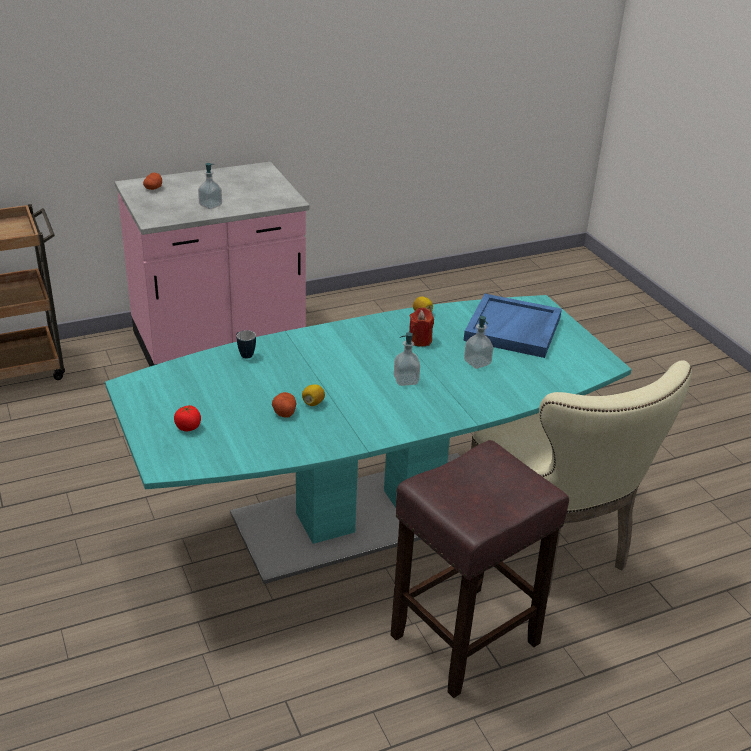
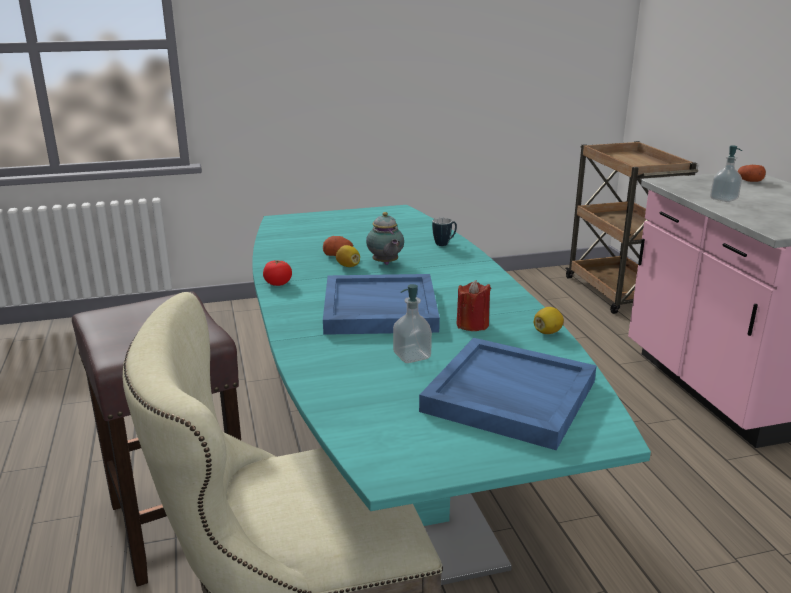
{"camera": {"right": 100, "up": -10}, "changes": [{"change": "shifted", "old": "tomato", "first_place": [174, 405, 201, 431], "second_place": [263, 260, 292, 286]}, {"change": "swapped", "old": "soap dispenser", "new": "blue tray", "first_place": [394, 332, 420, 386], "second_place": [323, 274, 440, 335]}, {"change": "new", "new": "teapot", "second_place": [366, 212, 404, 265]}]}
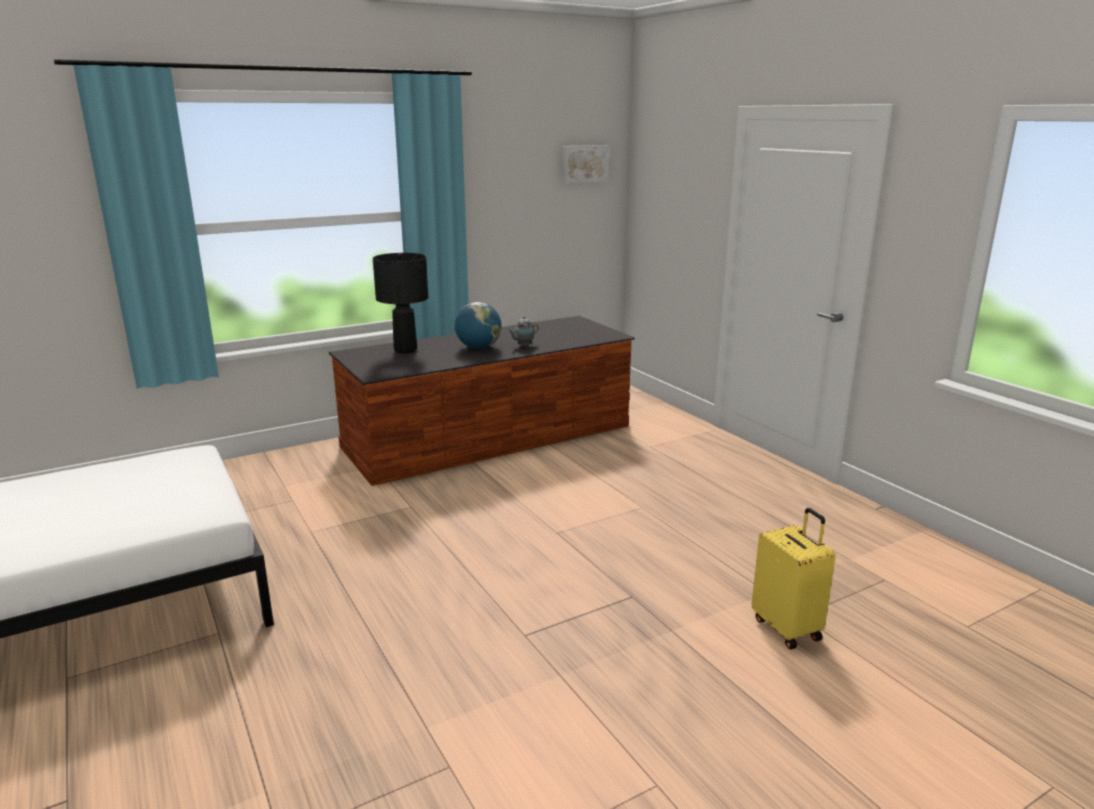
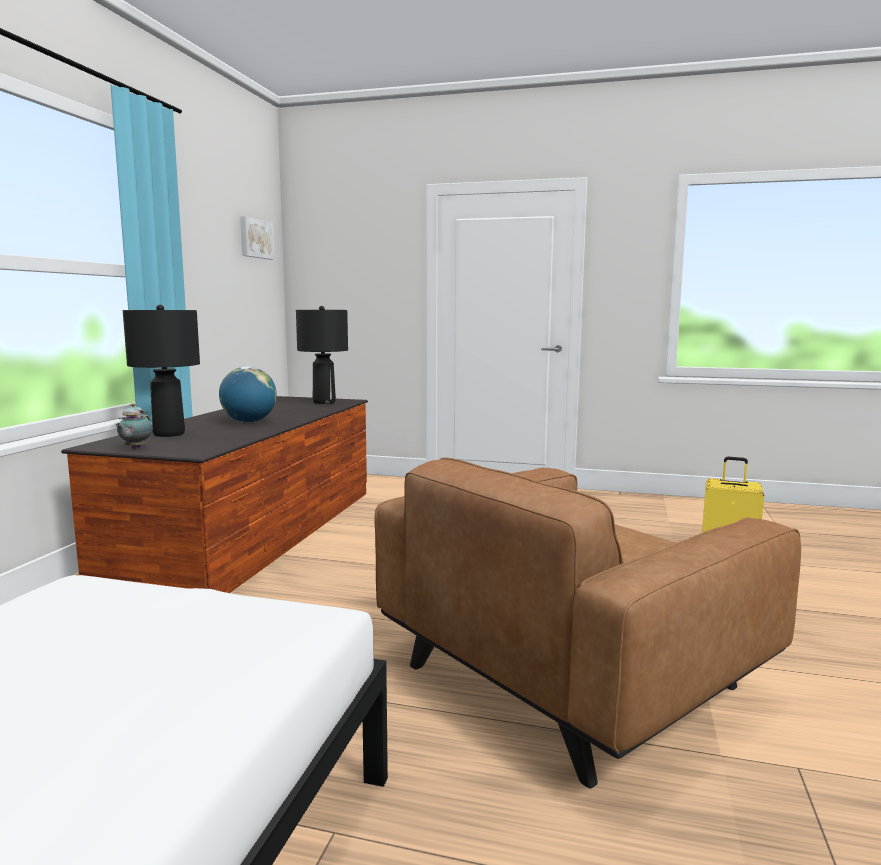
{"camera": {"right": -45, "up": -10}, "changes": [{"change": "shifted", "old": "teapot", "first_place": [508, 316, 539, 347], "second_place": [115, 403, 152, 449]}, {"change": "new", "new": "black table lamp", "second_place": [296, 306, 348, 404]}, {"change": "new", "new": "brown armchair", "second_place": [375, 457, 801, 788]}]}
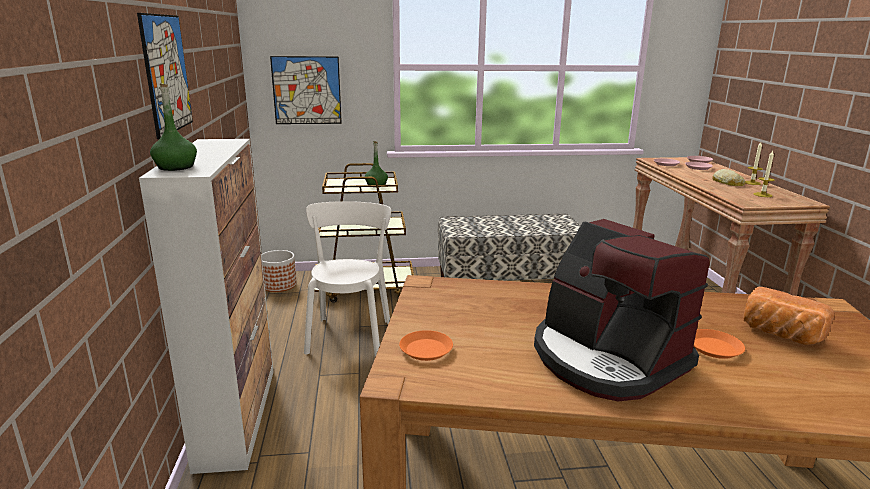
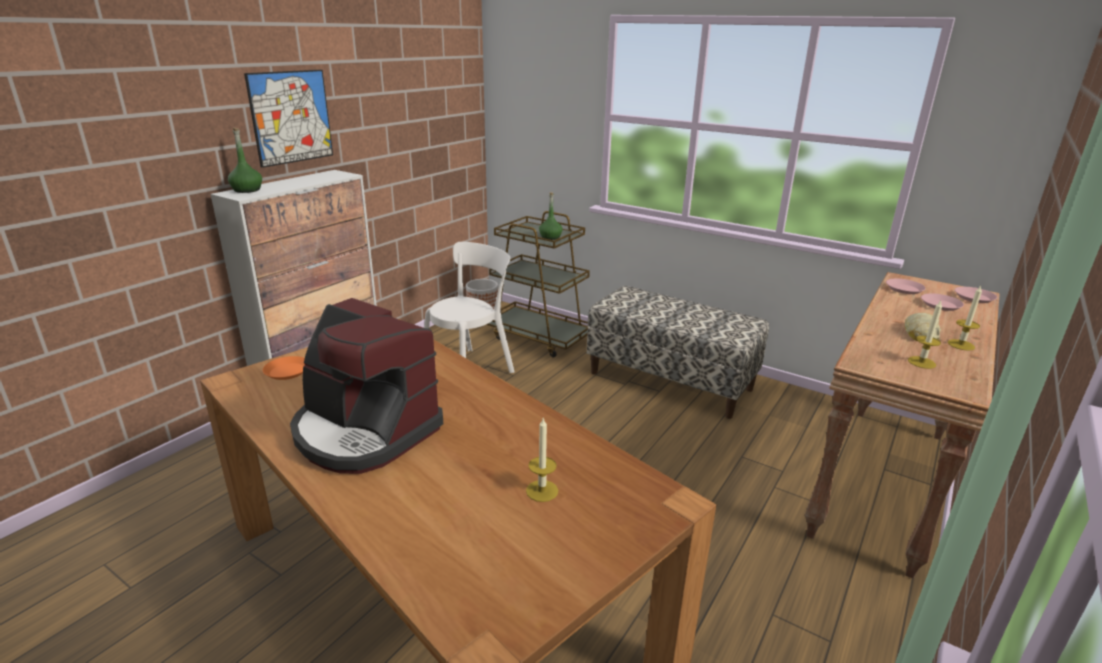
{"camera": {"right": 40, "up": 5}, "changes": [{"change": "rotated", "old": "coffee machine", "first_place": [534, 219, 710, 401], "second_place": [290, 298, 443, 474], "degrees": -60}, {"change": "swapped", "old": "bread", "new": "candle", "first_place": [743, 287, 834, 345], "second_place": [526, 417, 558, 502]}, {"change": "gone", "old": "picture", "first_place": [270, 56, 342, 124]}, {"change": "gone", "old": "orange plate", "first_place": [693, 329, 745, 359]}]}
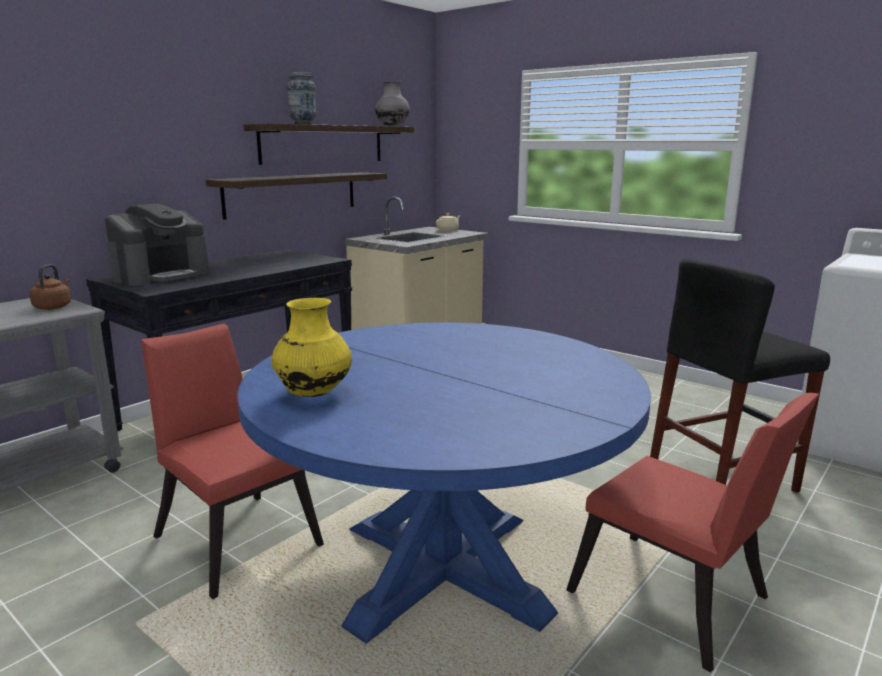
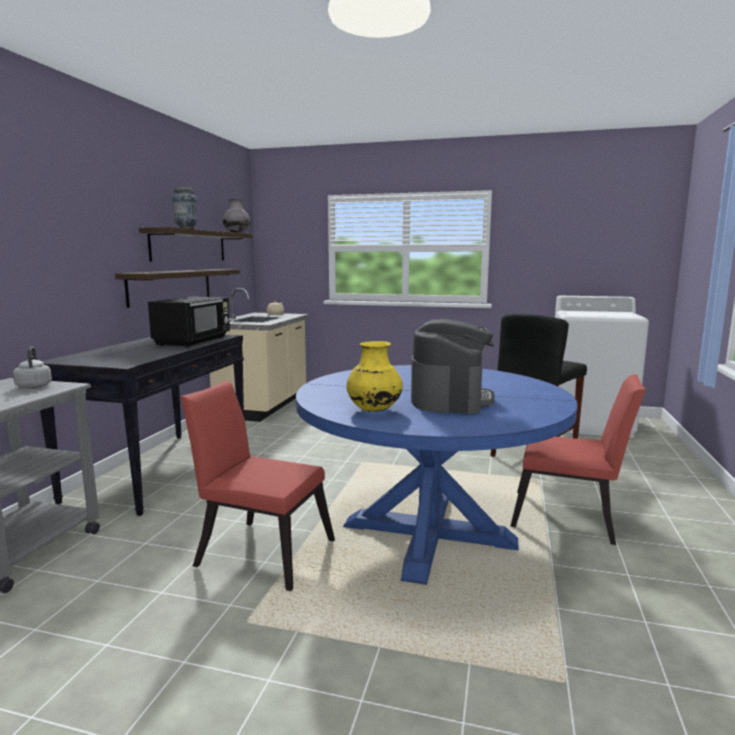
{"camera": {"right": -25, "up": -5}, "changes": [{"change": "repainted", "old": "brown kettle", "new": "grey kettle", "first_place": [29, 264, 71, 310], "second_place": [13, 347, 52, 388]}, {"change": "new", "new": "black microwave", "second_place": [148, 297, 230, 348]}, {"change": "shifted", "old": "coffee machine", "first_place": [105, 204, 209, 286], "second_place": [411, 319, 495, 414]}]}
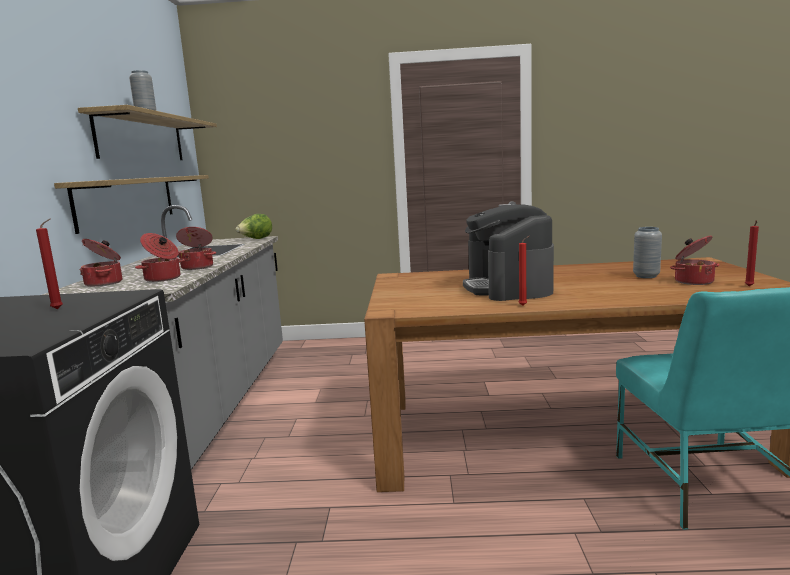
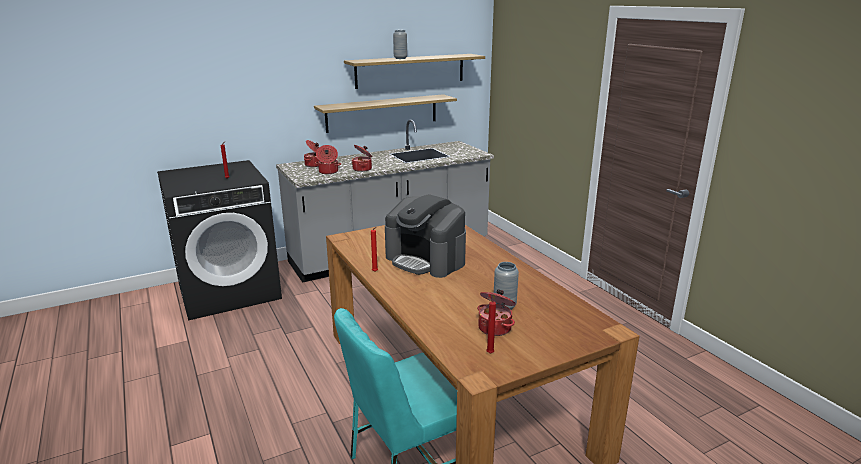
{"camera": {"right": 60, "up": 10}, "changes": [{"change": "rotated", "old": "coffee machine", "first_place": [463, 204, 554, 301], "second_place": [385, 194, 466, 278], "degrees": -105}, {"change": "gone", "old": "lettuce", "first_place": [235, 214, 272, 239]}]}
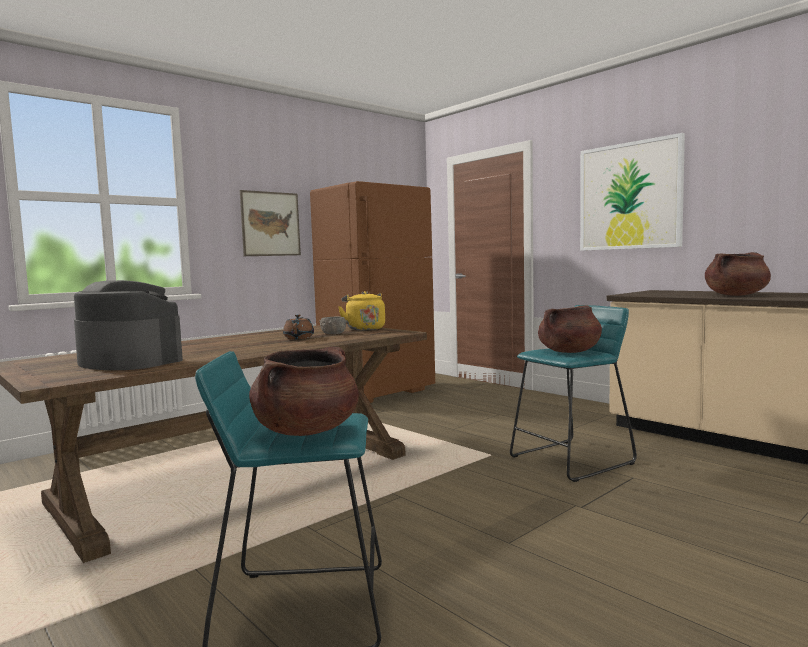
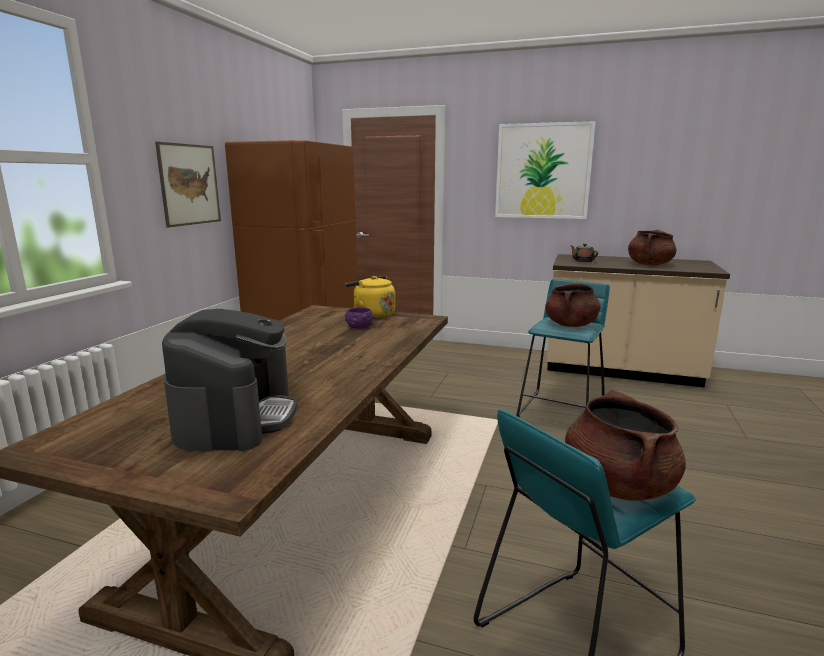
{"camera": {"right": -30, "up": 10}, "changes": [{"change": "rotated", "old": "coffee machine", "first_place": [74, 280, 183, 370], "second_place": [162, 309, 297, 451], "degrees": 90}, {"change": "repainted", "old": "grey bowl", "new": "purple bowl", "first_place": [319, 316, 347, 334], "second_place": [345, 307, 373, 329]}, {"change": "shifted", "old": "brown teapot", "first_place": [283, 314, 314, 339], "second_place": [570, 244, 598, 262]}]}
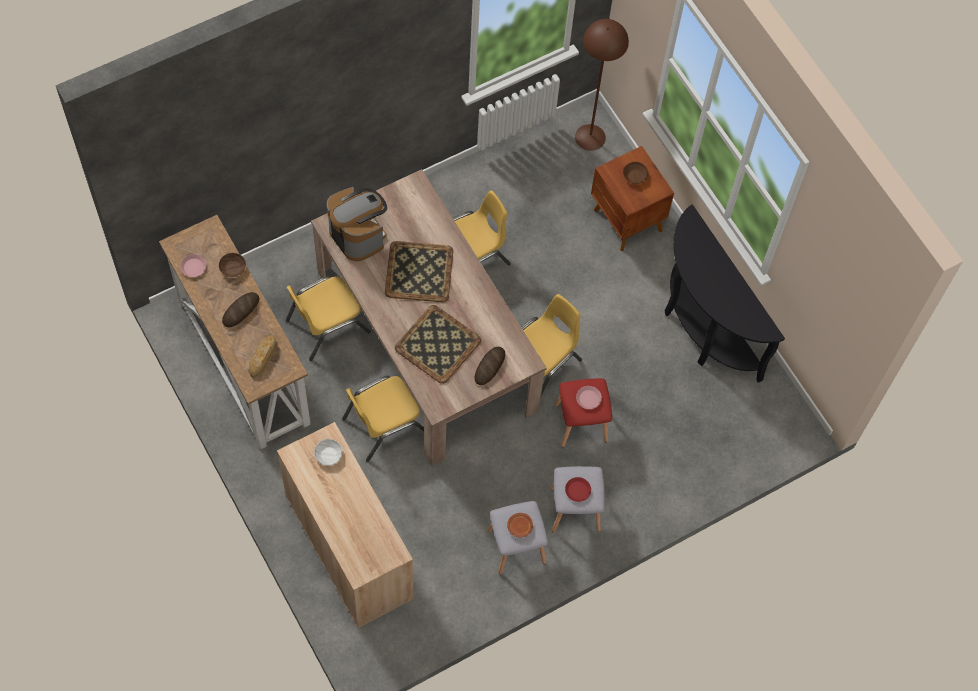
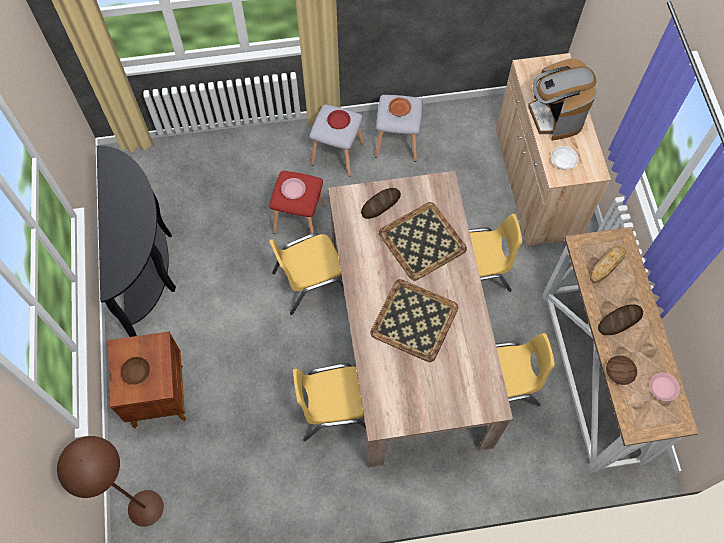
{"camera": {"right": -155, "up": 0}, "changes": [{"change": "shifted", "old": "coffee machine", "first_place": [327, 187, 387, 261], "second_place": [528, 58, 597, 140]}]}
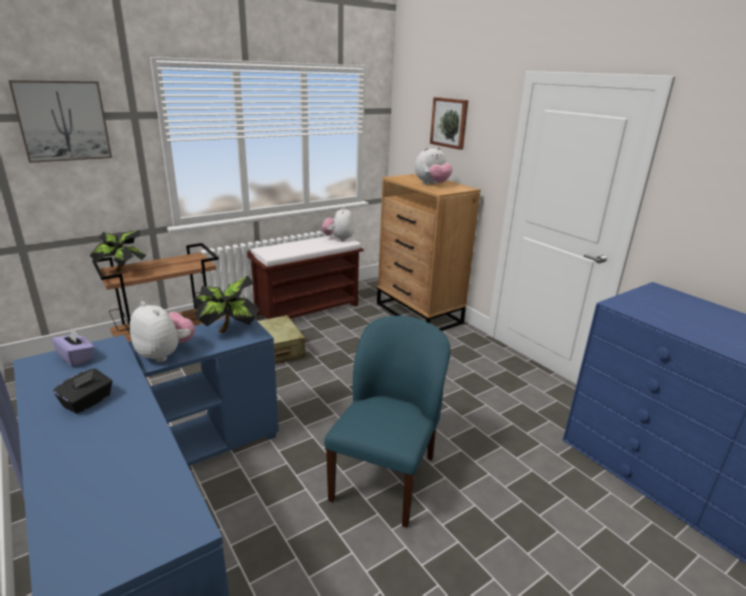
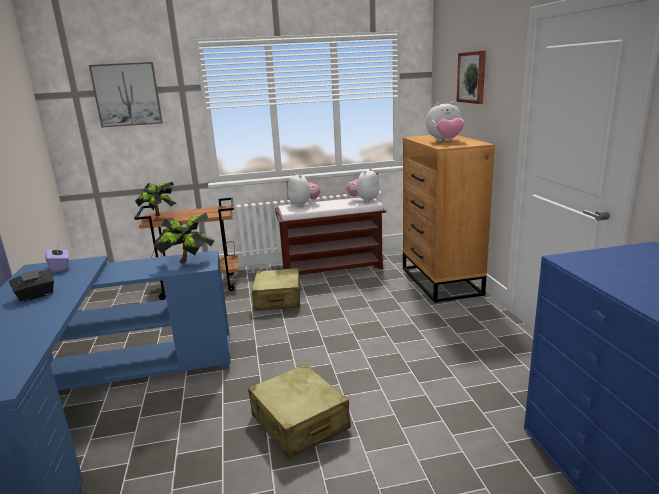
{"camera": {"right": 25, "up": -5}, "changes": [{"change": "swapped", "old": "blue chair", "new": "beige suitcase", "first_place": [324, 316, 451, 528], "second_place": [248, 364, 351, 459]}, {"change": "shifted", "old": "plush toy", "first_place": [130, 301, 195, 362], "second_place": [287, 173, 320, 207]}]}
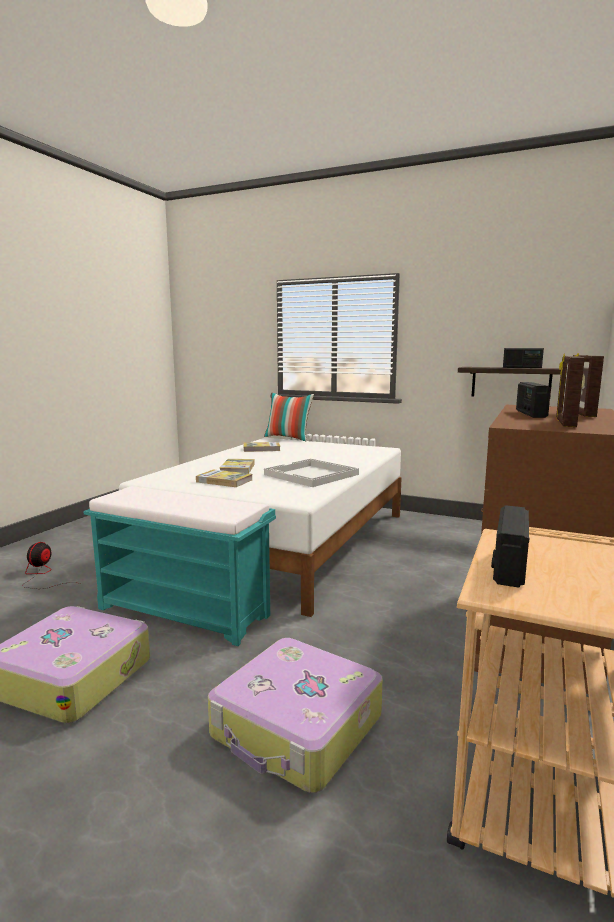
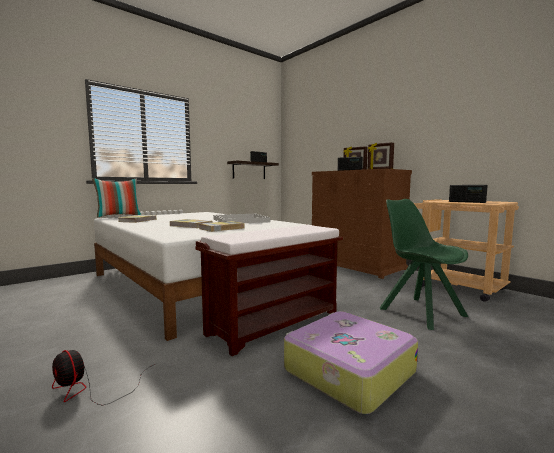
{"camera": {"right": -65, "up": -5}, "changes": [{"change": "repainted", "old": "turquoise bench", "new": "brown bench", "first_place": [83, 486, 276, 646], "second_place": [195, 225, 343, 356]}, {"change": "swapped", "old": "suitcase", "new": "green chair", "first_place": [208, 638, 383, 793], "second_place": [380, 199, 468, 330]}]}
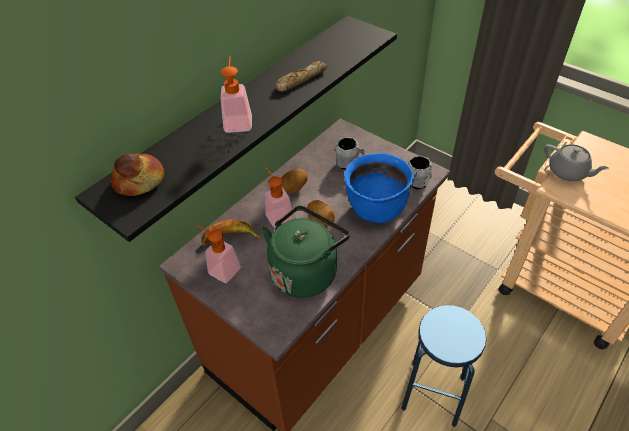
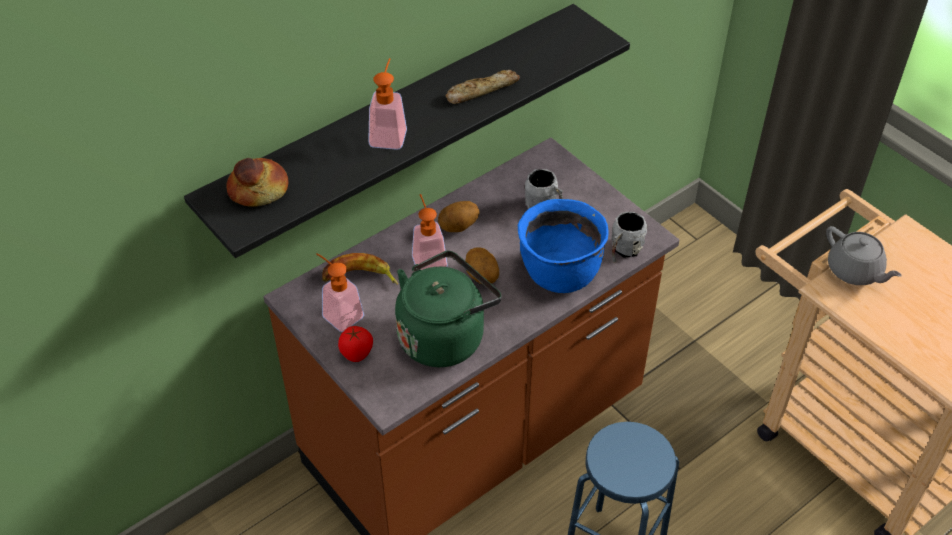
{"camera": {"right": 10, "up": 0}, "changes": [{"change": "new", "new": "tomato", "second_place": [338, 326, 373, 362]}]}
